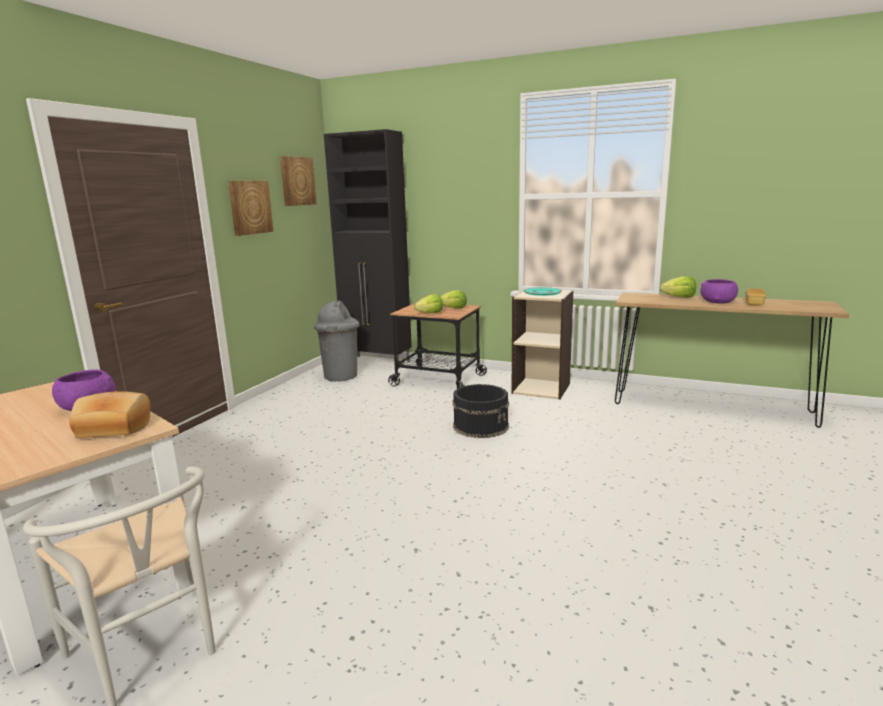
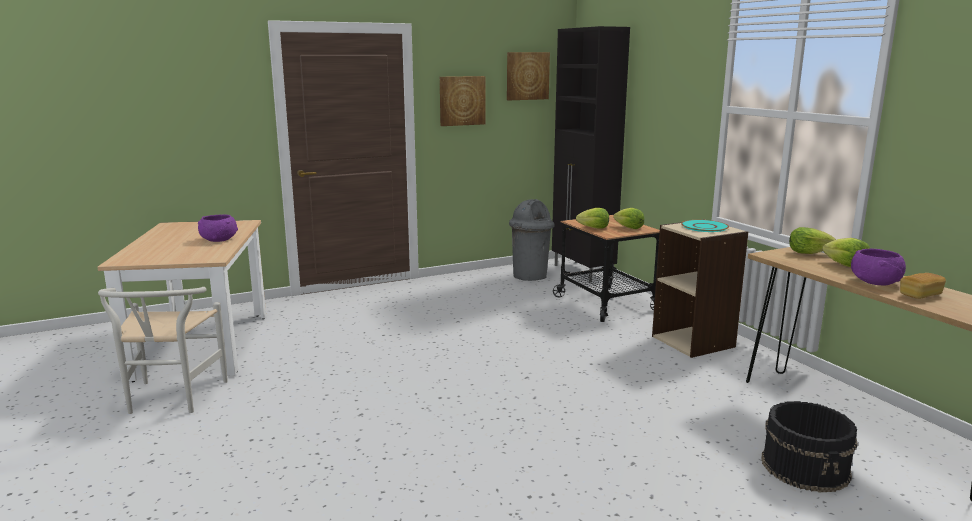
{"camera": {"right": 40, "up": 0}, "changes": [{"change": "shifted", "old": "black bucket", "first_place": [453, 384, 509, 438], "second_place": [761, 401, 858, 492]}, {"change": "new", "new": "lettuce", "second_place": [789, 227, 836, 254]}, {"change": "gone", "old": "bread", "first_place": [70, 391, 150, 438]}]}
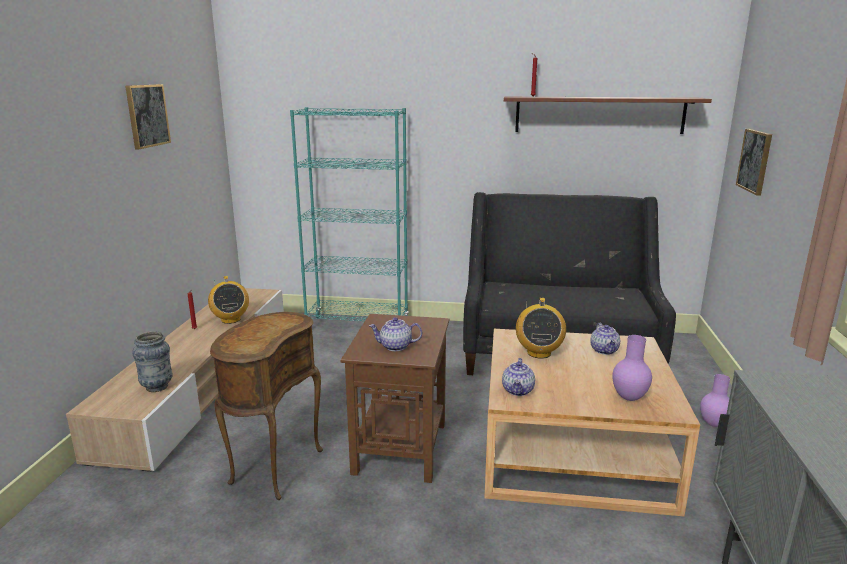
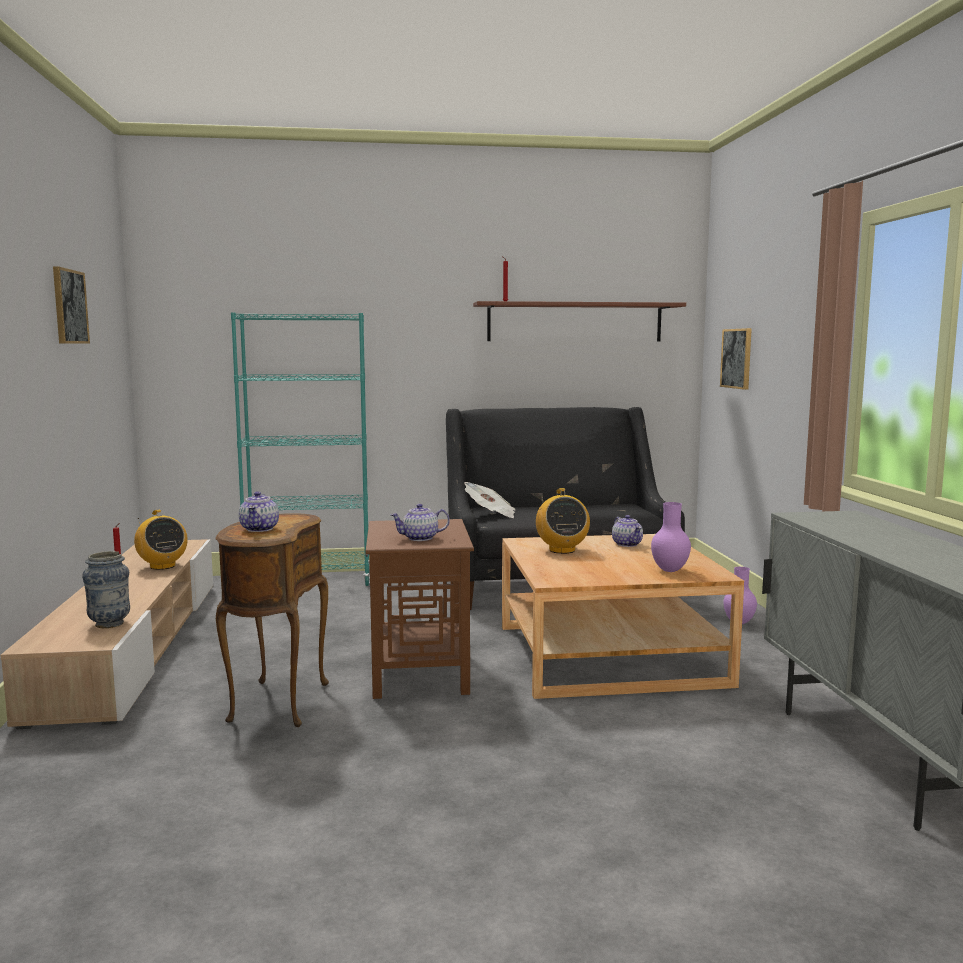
{"camera": {"right": -15, "up": -10}, "changes": [{"change": "shifted", "old": "teapot", "first_place": [502, 358, 535, 396], "second_place": [239, 491, 279, 532]}, {"change": "new", "new": "newspaper", "second_place": [464, 482, 515, 518]}]}
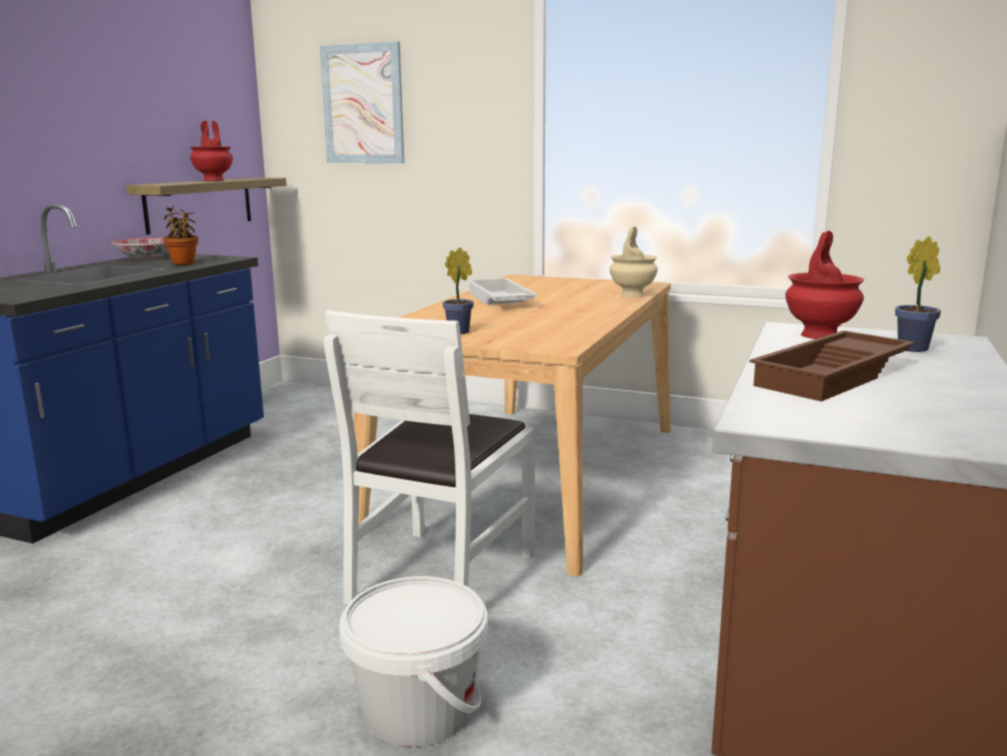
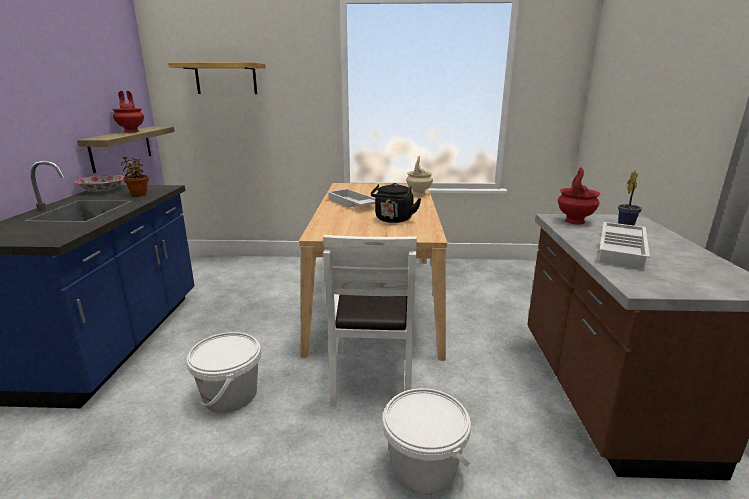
{"camera": {"right": -20, "up": 5}, "changes": [{"change": "swapped", "old": "picture", "new": "shelf", "first_place": [320, 42, 404, 163], "second_place": [168, 62, 265, 94]}, {"change": "new", "new": "white bucket", "second_place": [187, 332, 261, 413]}, {"change": "new", "new": "black kettle", "second_place": [371, 183, 422, 223]}, {"change": "repainted", "old": "brown tray", "new": "white tray", "first_place": [749, 330, 915, 402], "second_place": [599, 222, 650, 269]}, {"change": "gone", "old": "potted plant", "first_place": [443, 247, 474, 334]}]}
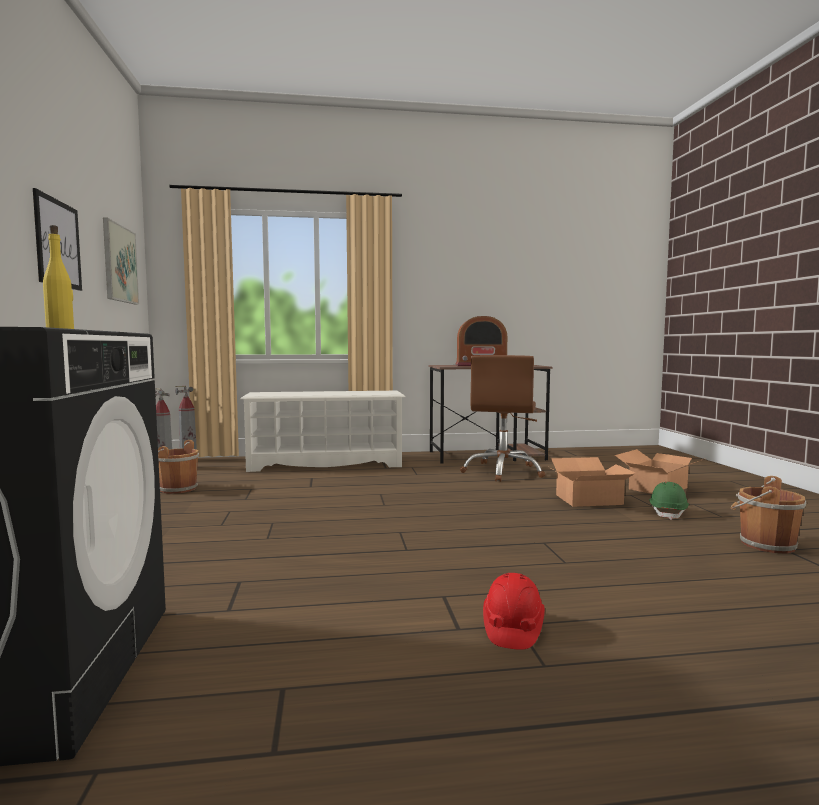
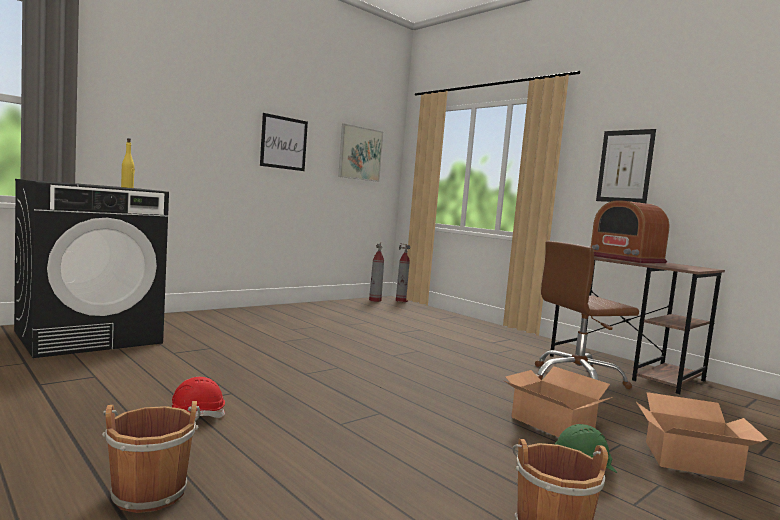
{"camera": {"right": 55, "up": 0}, "changes": [{"change": "shifted", "old": "brown bucket", "first_place": [158, 440, 199, 494], "second_place": [102, 401, 201, 513]}, {"change": "new", "new": "picture", "second_place": [596, 129, 656, 203]}, {"change": "gone", "old": "white shoe rack", "first_place": [240, 391, 405, 472]}]}
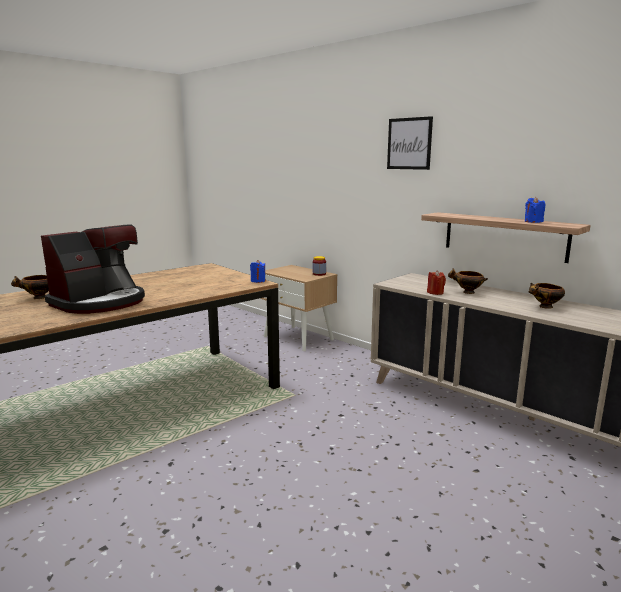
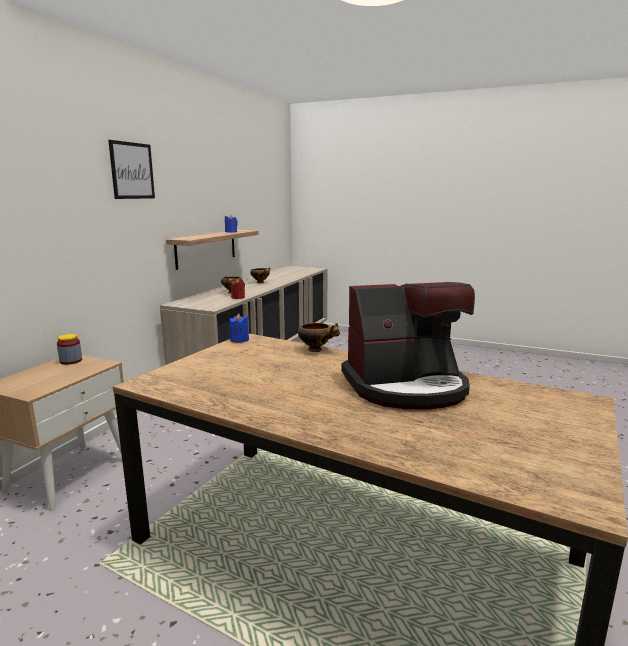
{"camera": {"right": -110, "up": 0}, "changes": [{"change": "shifted", "old": "bowl", "first_place": [11, 275, 49, 299], "second_place": [297, 323, 340, 352]}, {"change": "rotated", "old": "coffee machine", "first_place": [41, 224, 145, 314], "second_place": [341, 282, 475, 410], "degrees": 150}]}
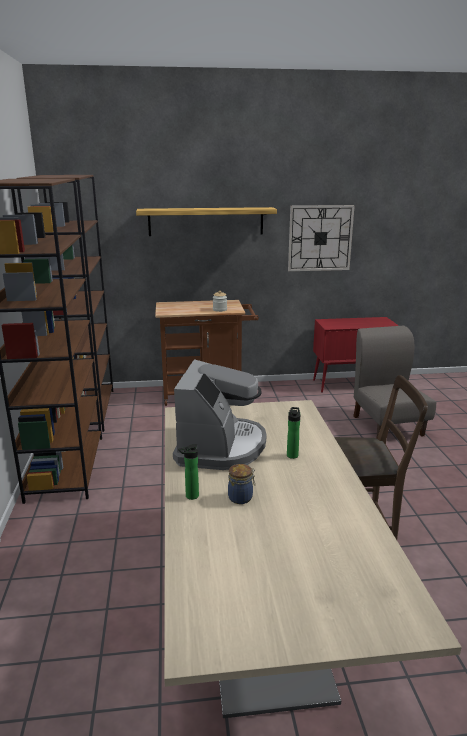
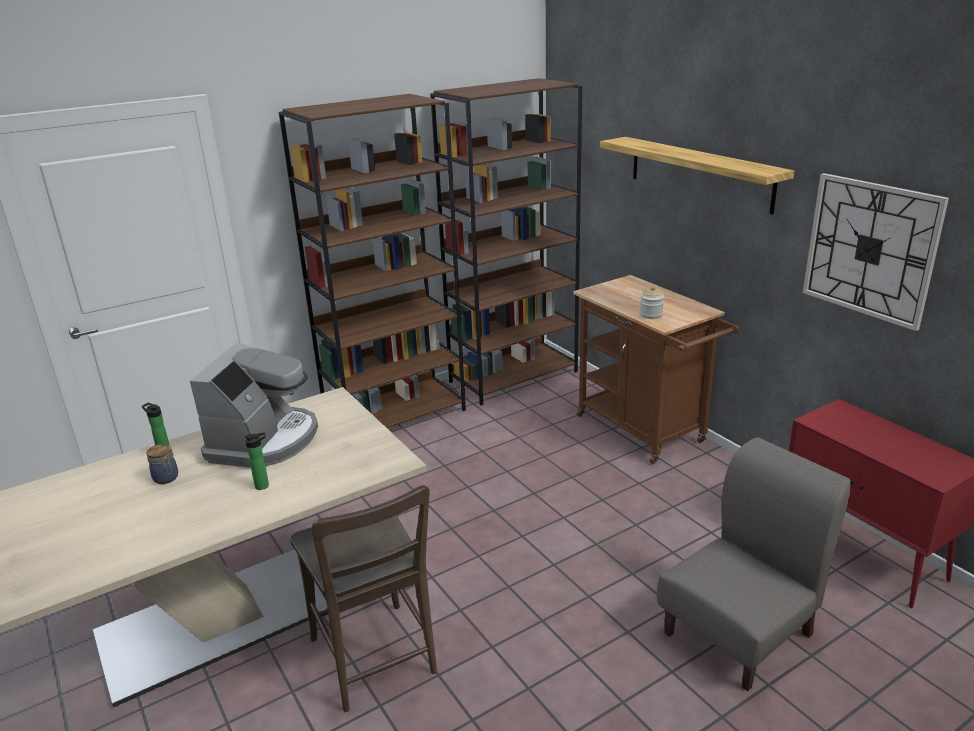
{"camera": {"right": 65, "up": 5}, "changes": [{"change": "rotated", "old": "coffee machine", "first_place": [173, 359, 266, 470], "second_place": [190, 342, 318, 468], "degrees": -60}]}
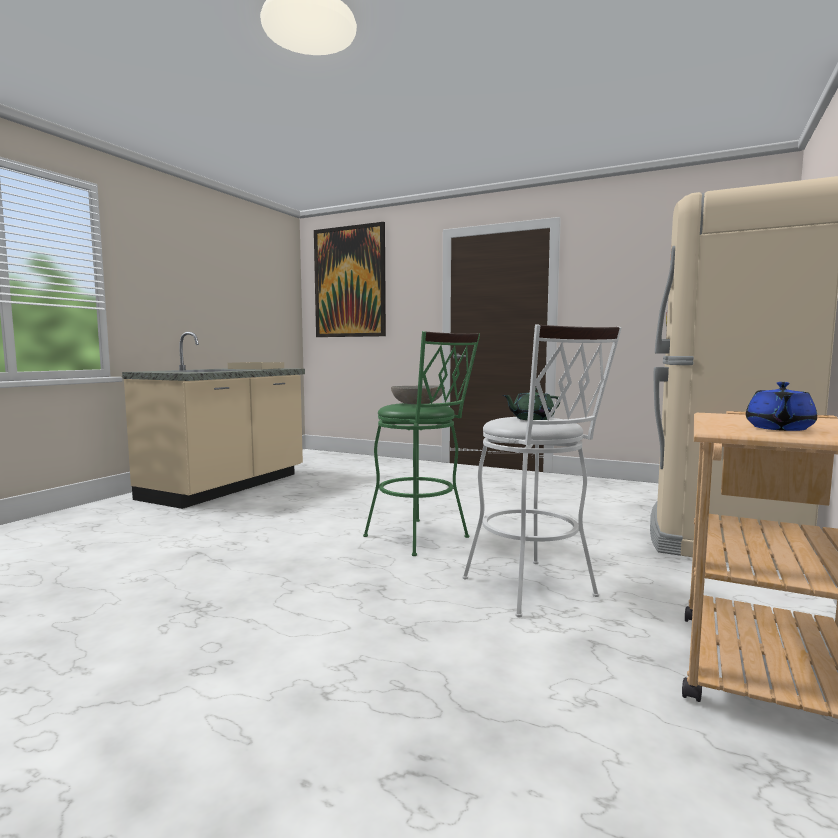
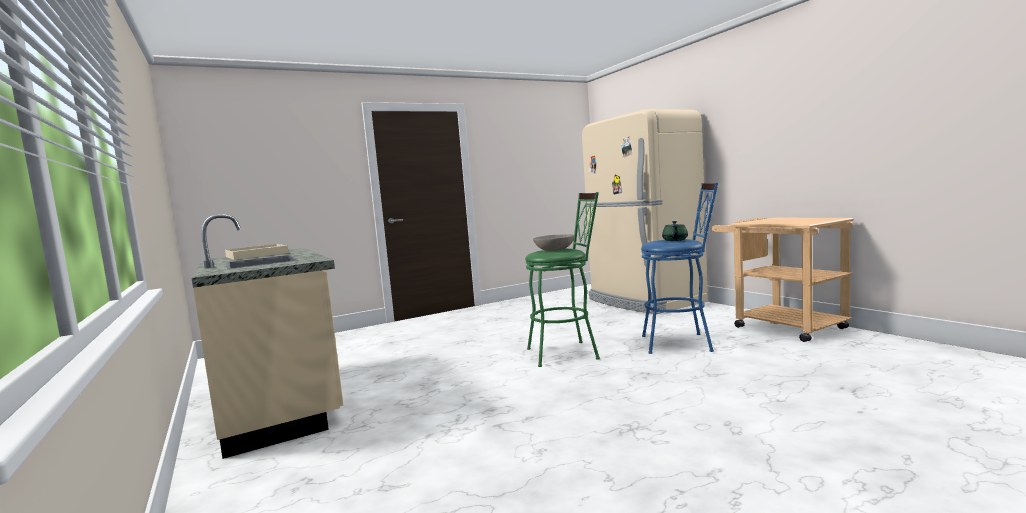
{"camera": {"right": -55, "up": 0}, "changes": [{"change": "repainted", "old": "white stool", "new": "blue stool", "first_place": [462, 324, 622, 617], "second_place": [641, 183, 718, 354]}, {"change": "gone", "old": "picture", "first_place": [314, 222, 386, 337]}, {"change": "gone", "old": "blue teapot", "first_place": [746, 382, 817, 431]}]}
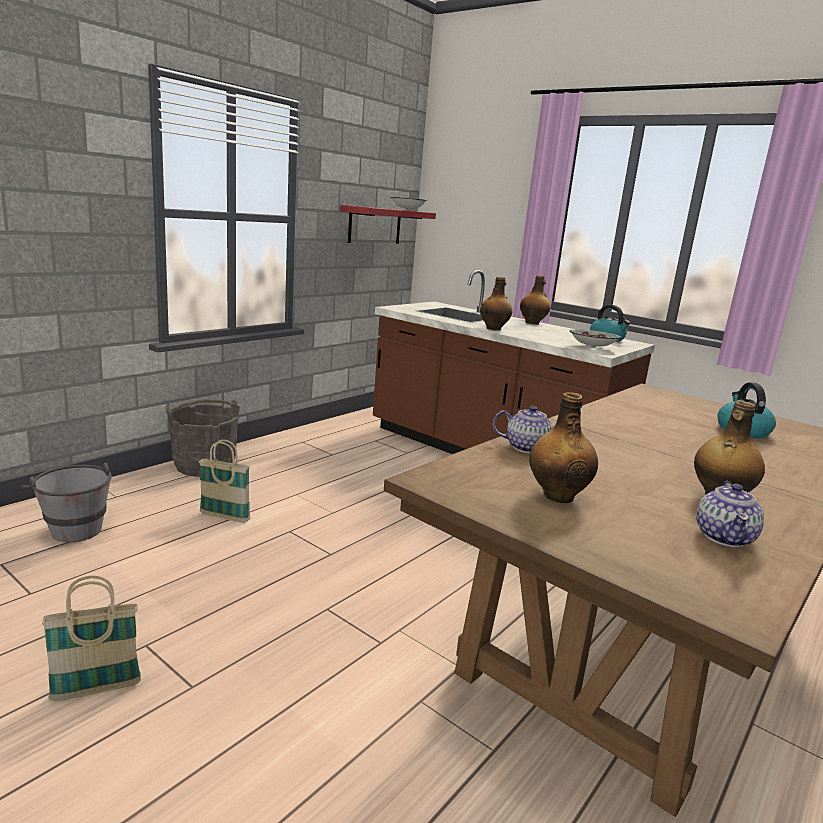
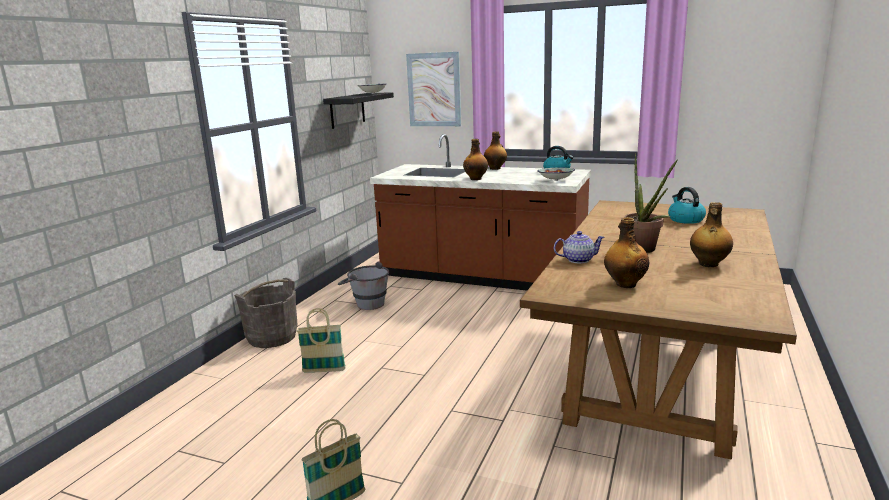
{"camera": {"right": -15, "up": 0}, "changes": [{"change": "repainted", "old": "red shelf", "new": "black shelf", "first_place": [340, 205, 436, 244], "second_place": [323, 92, 394, 129]}, {"change": "shifted", "old": "grey bucket", "first_place": [21, 462, 112, 543], "second_place": [338, 261, 389, 310]}, {"change": "new", "new": "picture", "second_place": [406, 52, 461, 126]}, {"change": "new", "new": "potted plant", "second_place": [624, 153, 678, 253]}, {"change": "gone", "old": "teapot", "first_place": [696, 481, 764, 547]}]}
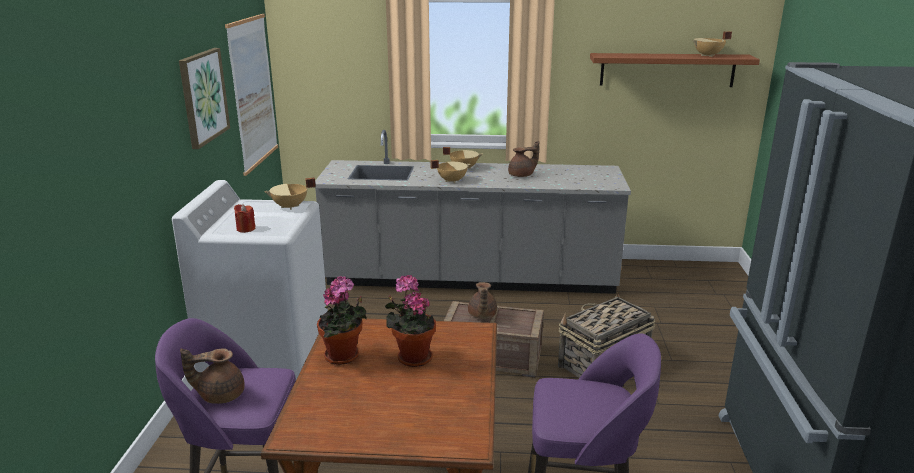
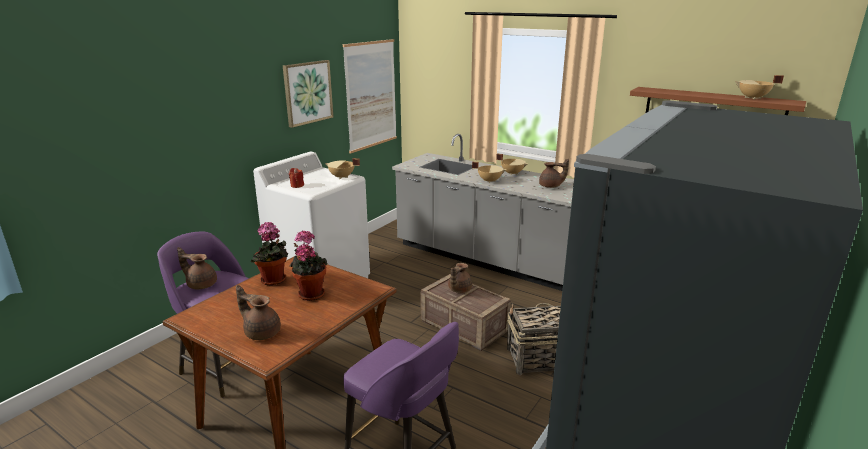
{"camera": {"right": 30, "up": 0}, "changes": [{"change": "new", "new": "brown teapot", "second_place": [236, 285, 281, 340]}]}
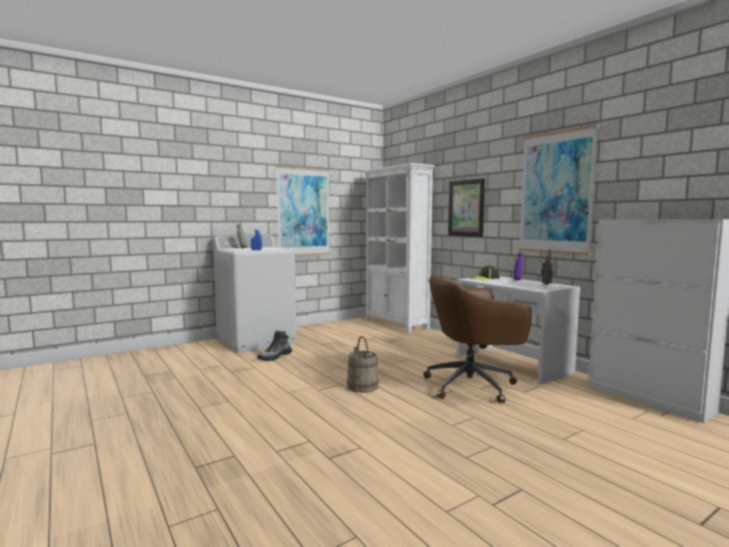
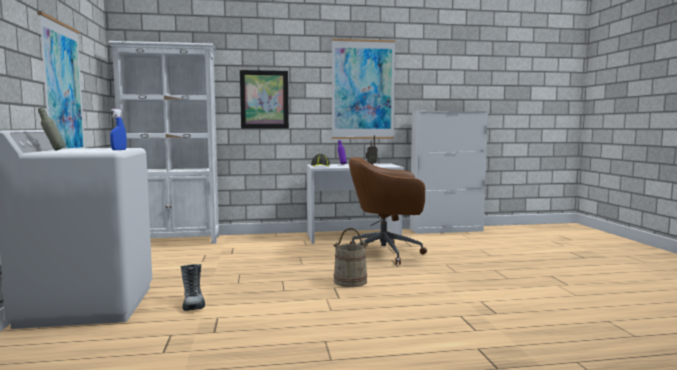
{"camera": {"right": -65, "up": 0}, "changes": [{"change": "rotated", "old": "brown office chair", "first_place": [424, 275, 532, 403], "second_place": [349, 157, 427, 265], "degrees": 75}]}
